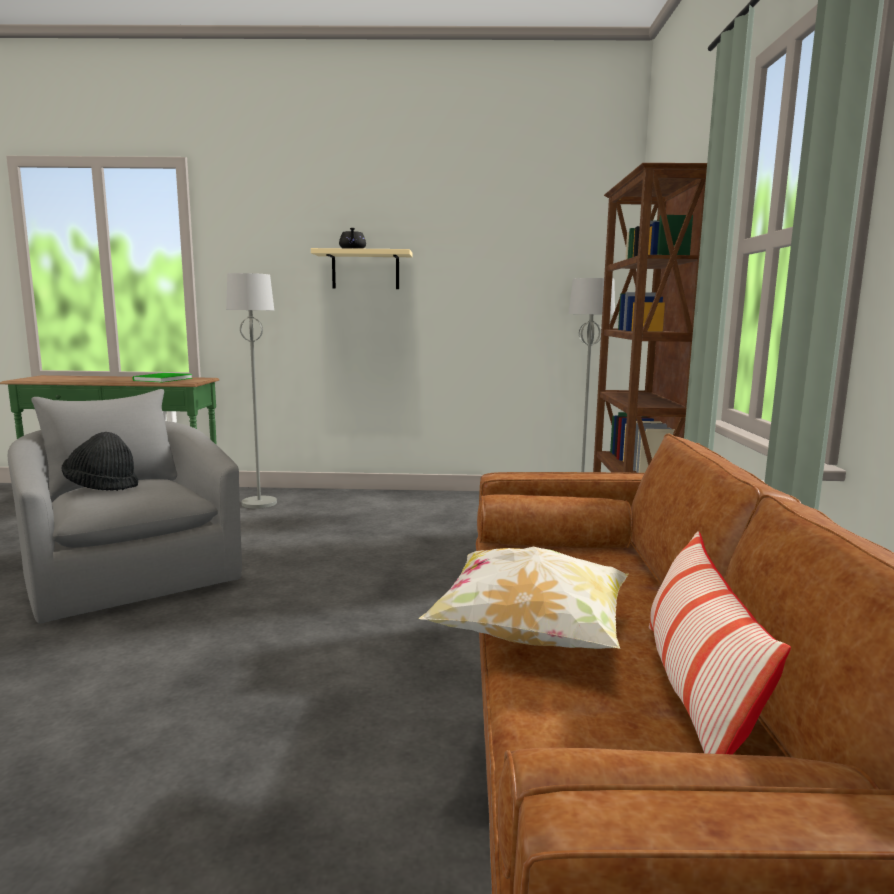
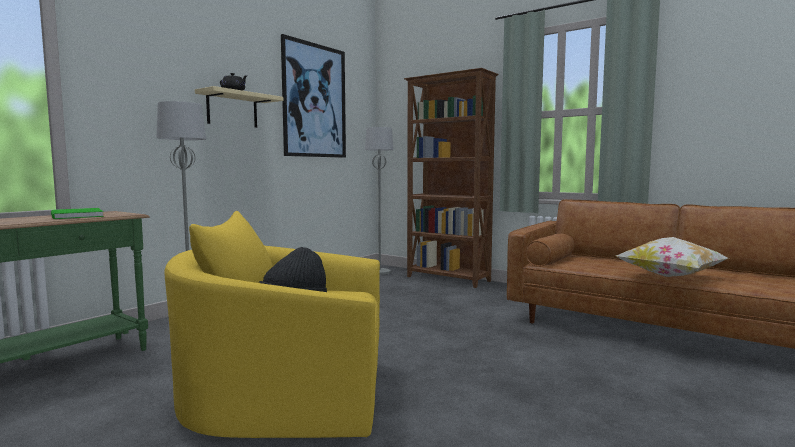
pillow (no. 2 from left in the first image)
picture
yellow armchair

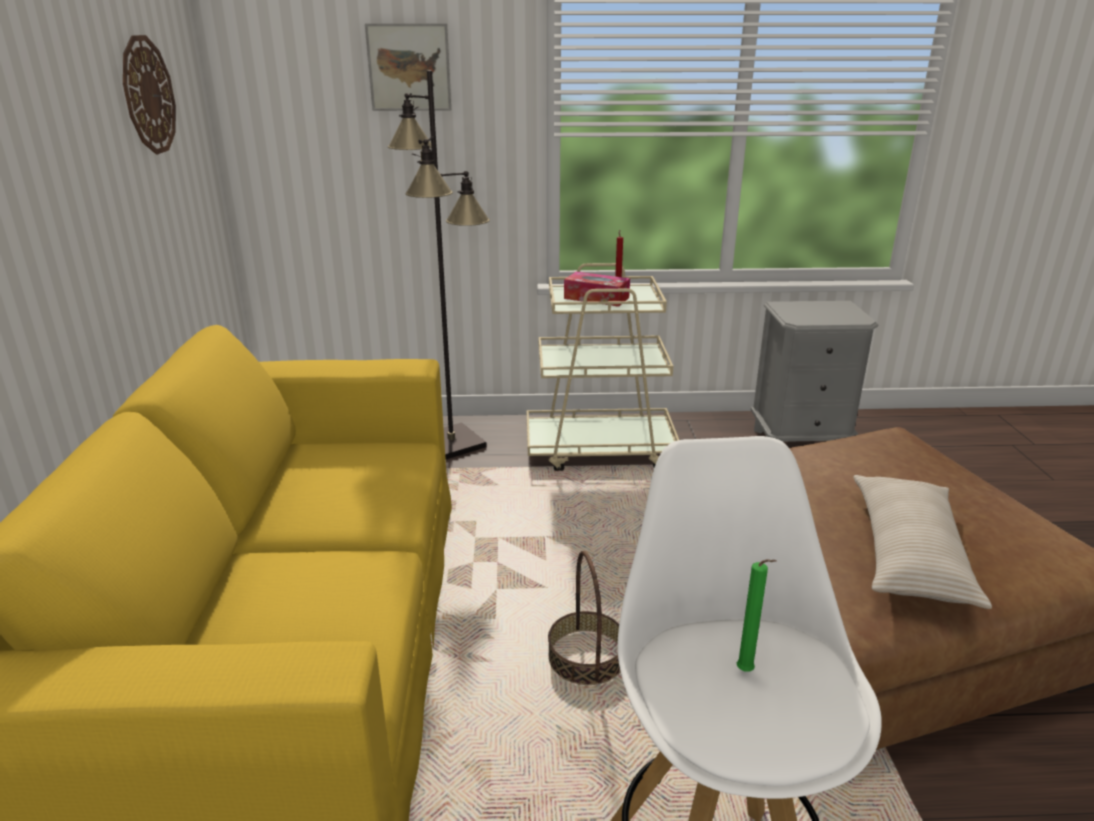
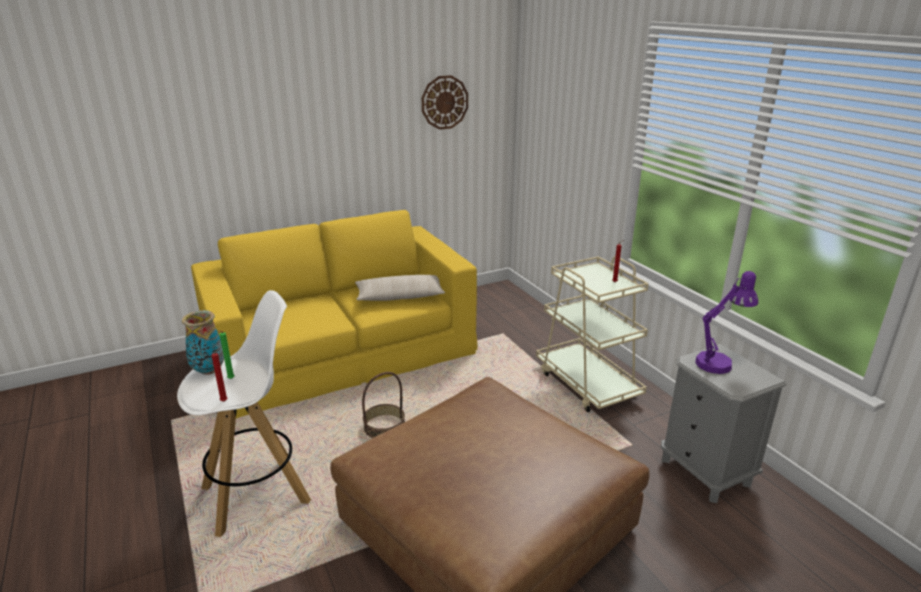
picture
black floor lamp
tissue box
vase
red candle (no. 1 from left)
purple table lamp
beige pillow

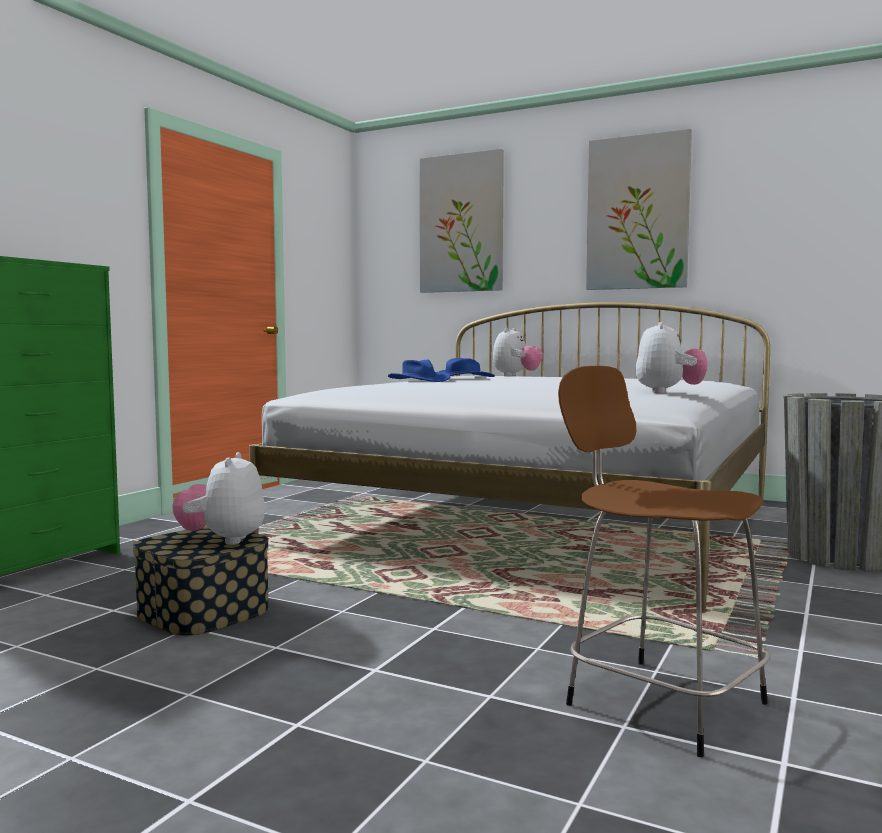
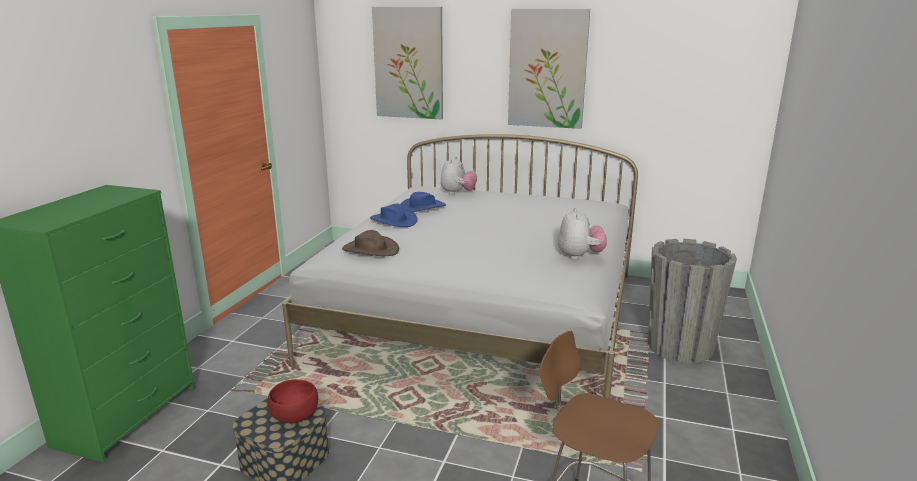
brown hat
red bowl

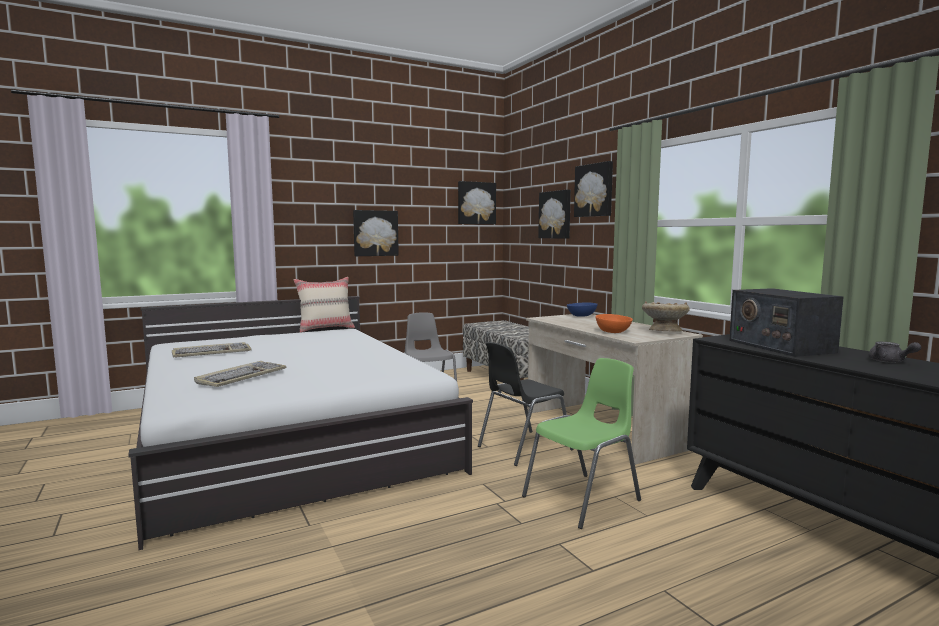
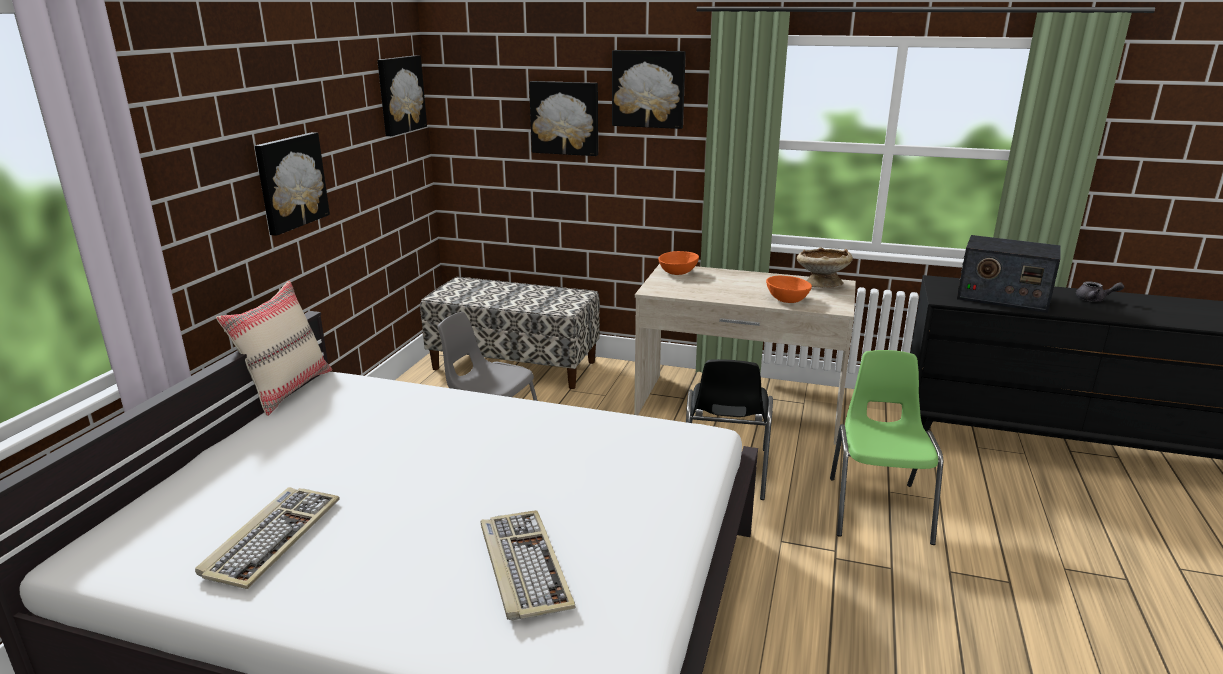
orange bowl (no. 1 from left)

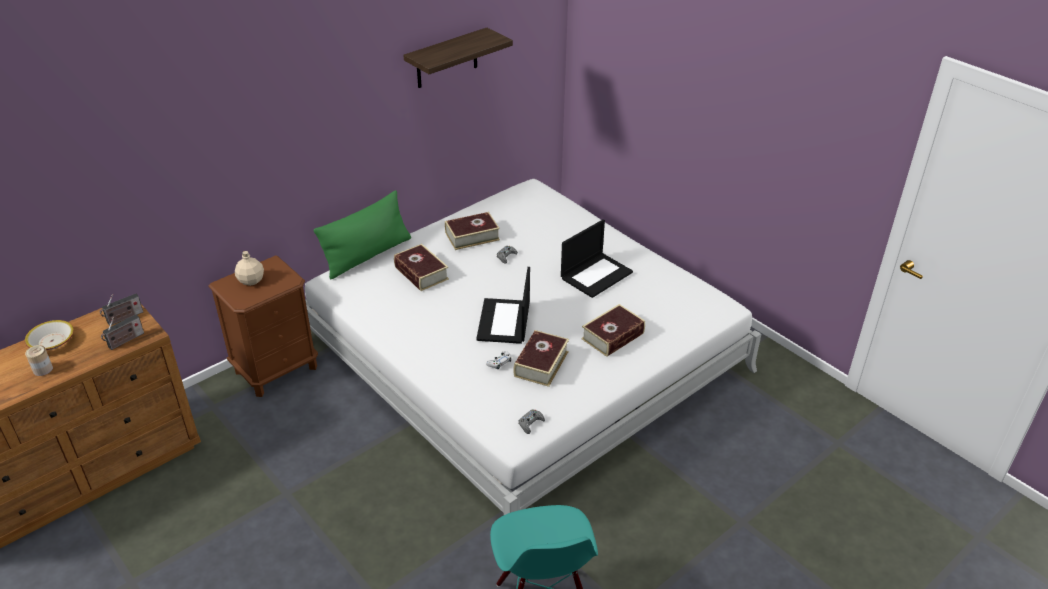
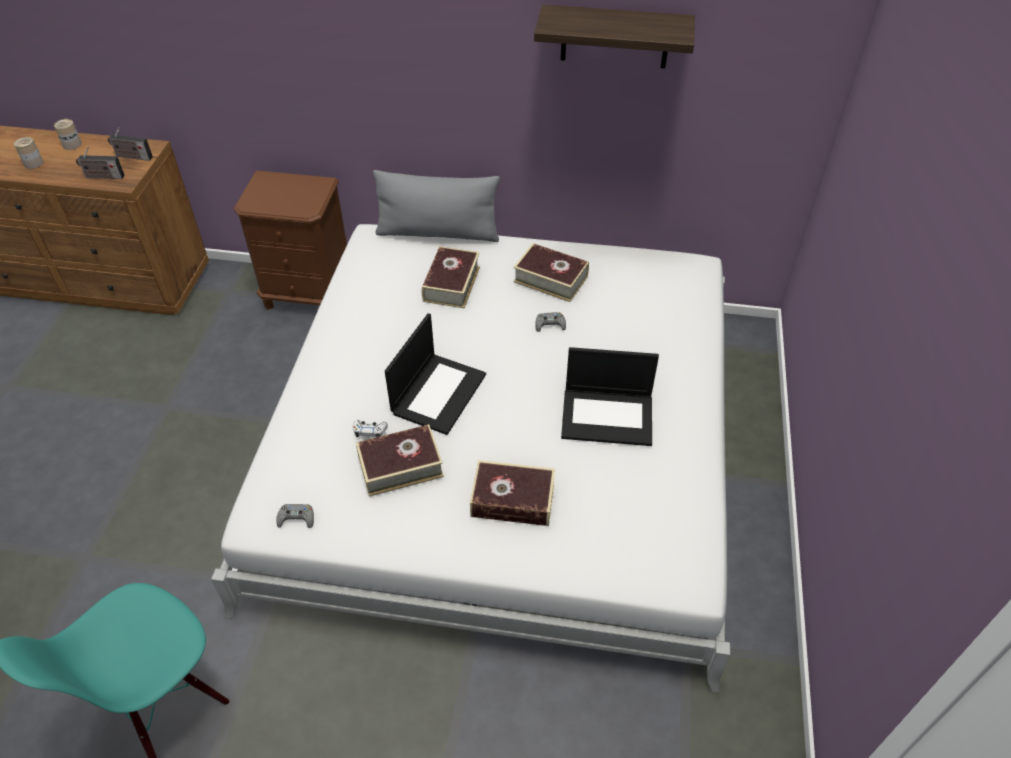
beige bottle
can (no. 2 from left)
grey pillow
laptop (no. 1 from left)

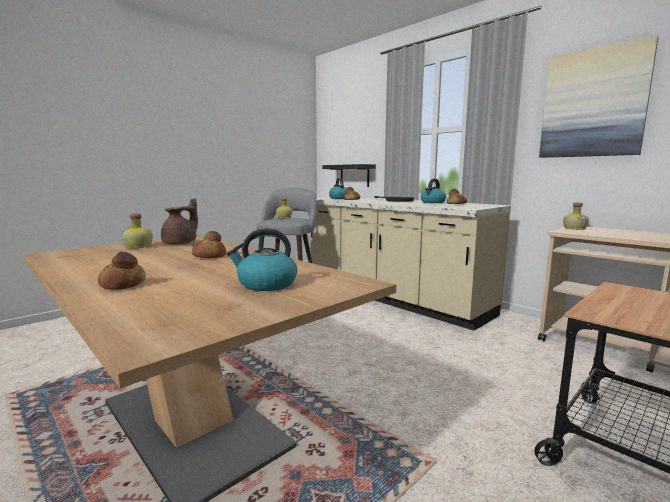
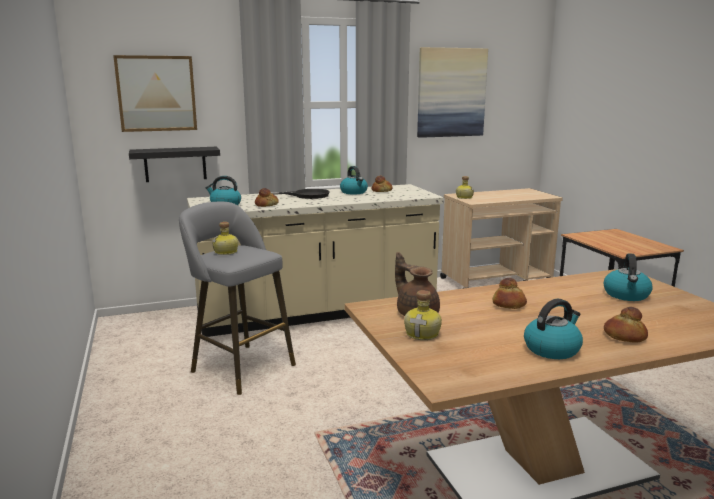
picture (no. 1 from left)
kettle (no. 3 from left)

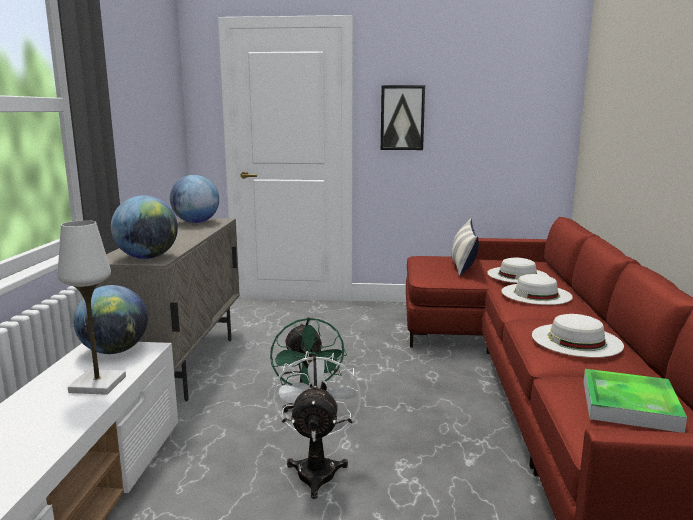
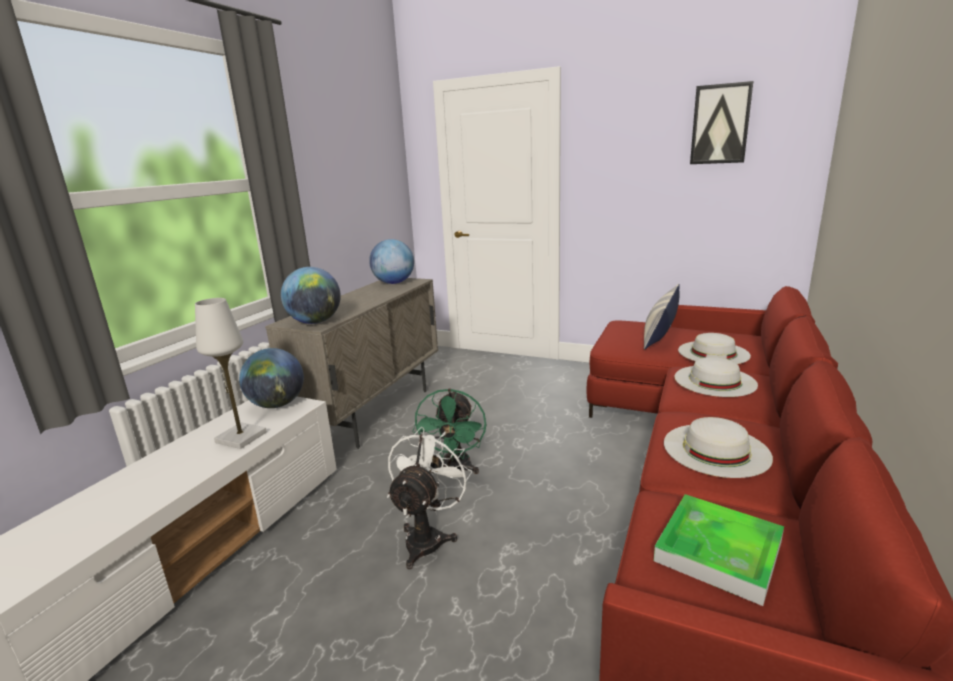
picture

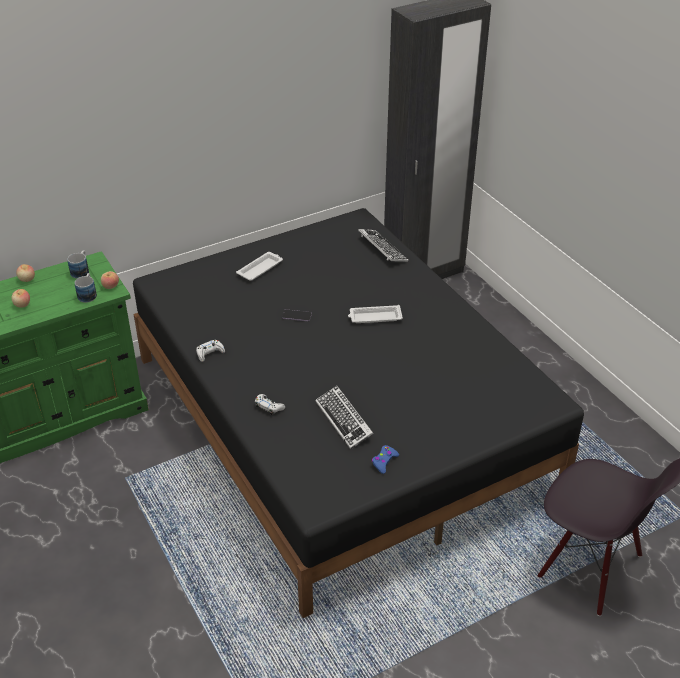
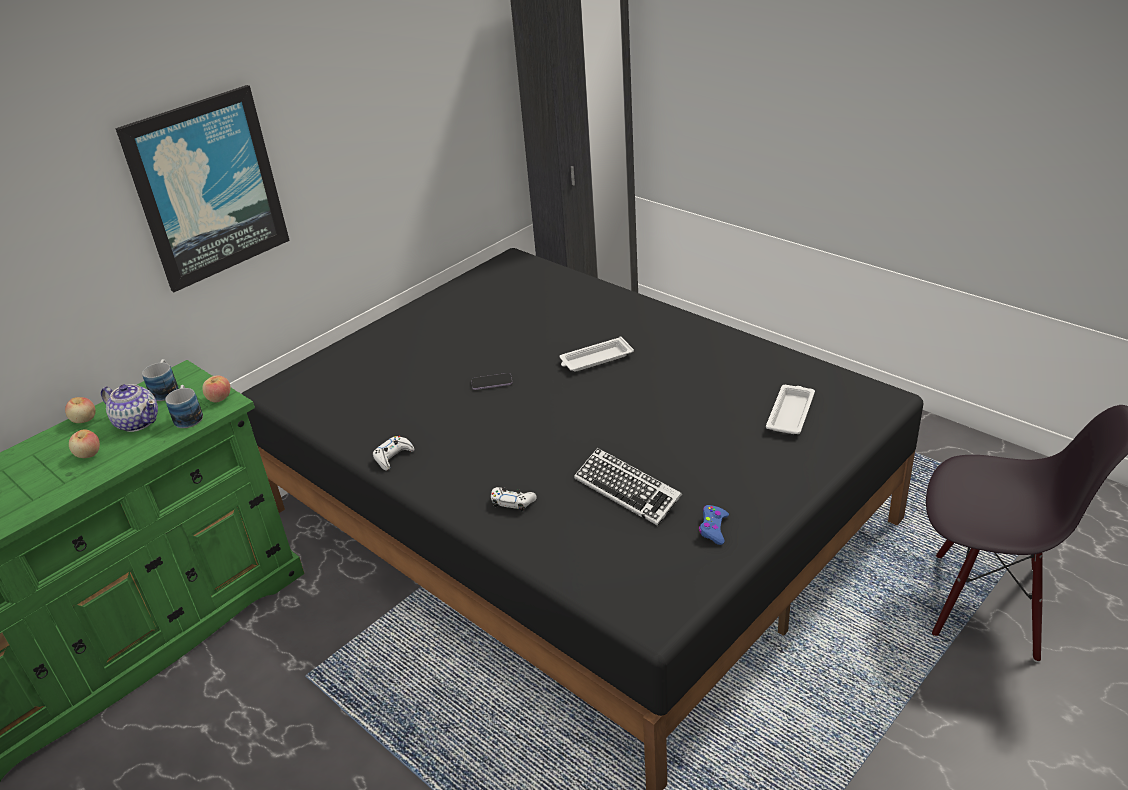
keyboard (no. 2 from left in the first image)
teapot
picture
white tray (no. 2 from left)

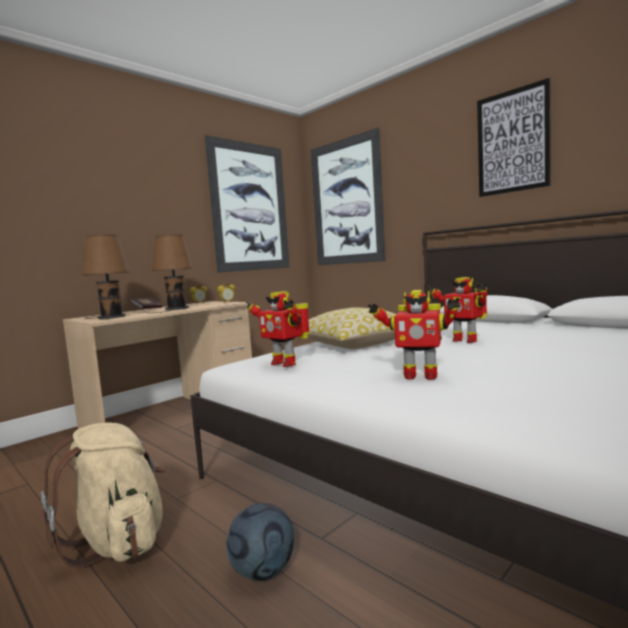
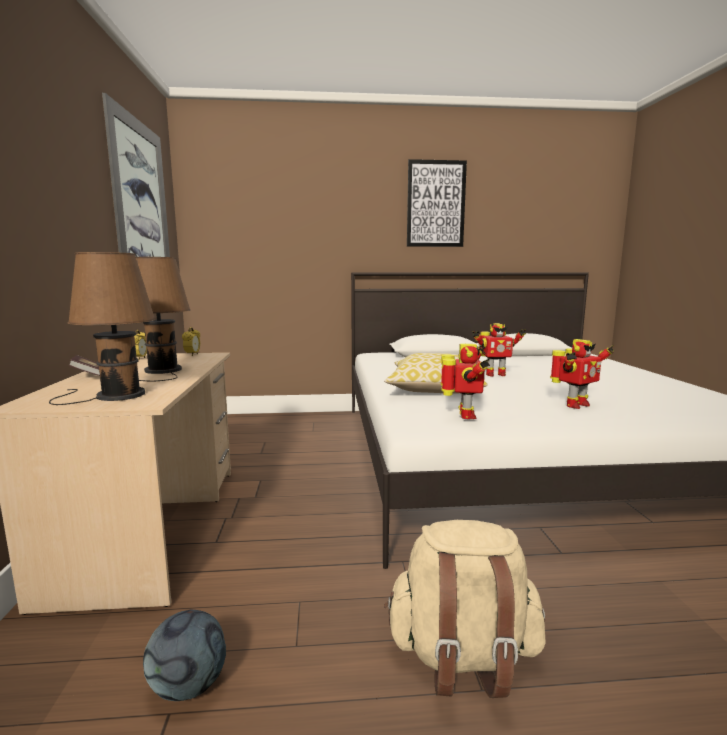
picture (no. 2 from left in the first image)
football
toy robot (no. 1 from left)

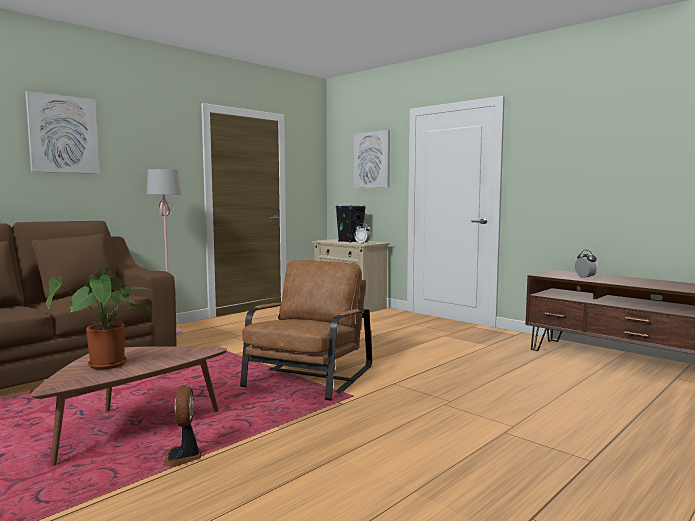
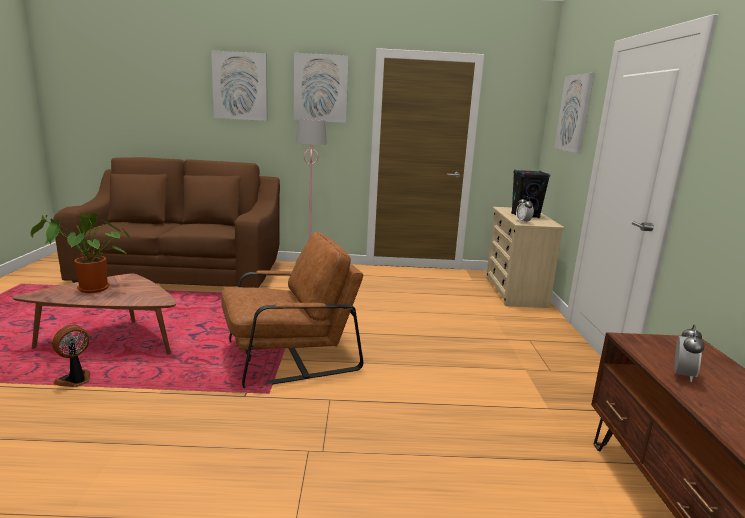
picture (no. 2 from left)

